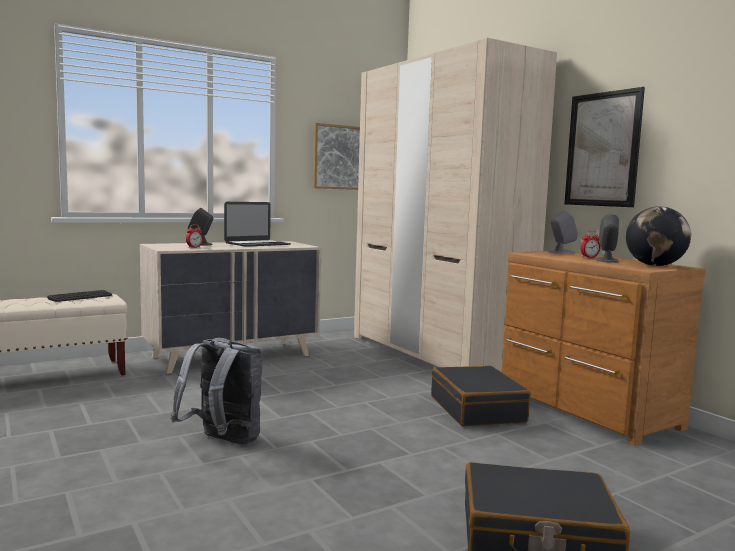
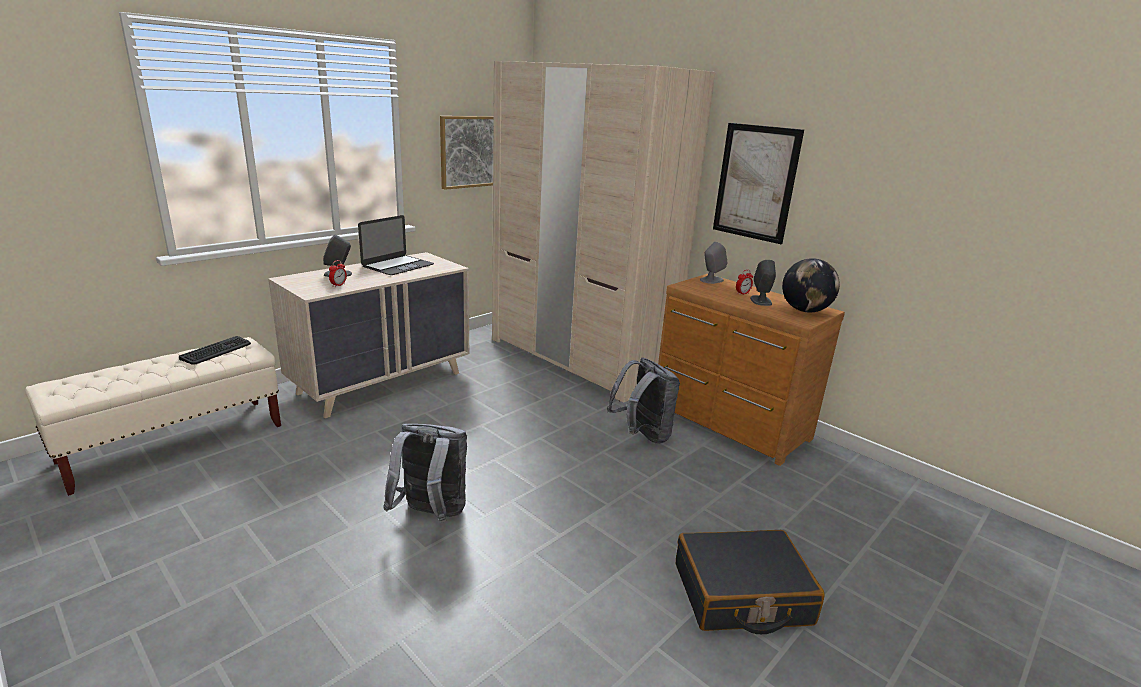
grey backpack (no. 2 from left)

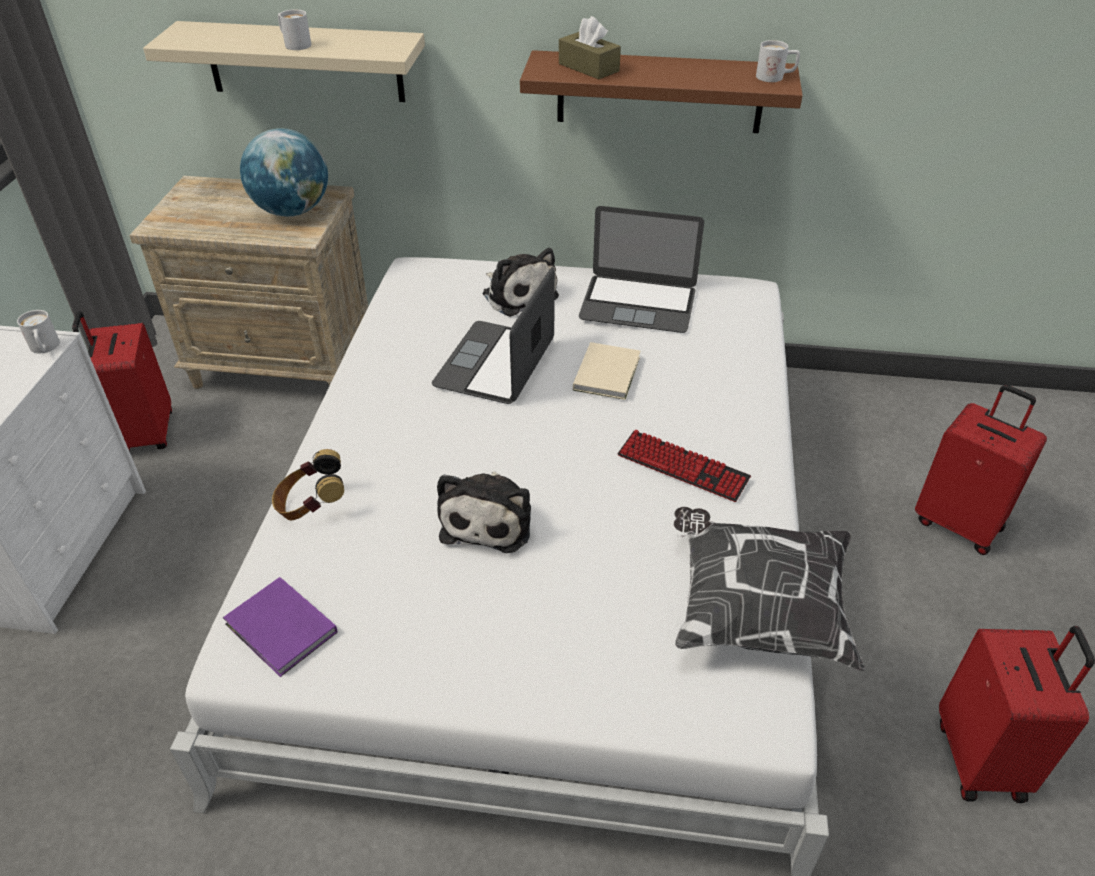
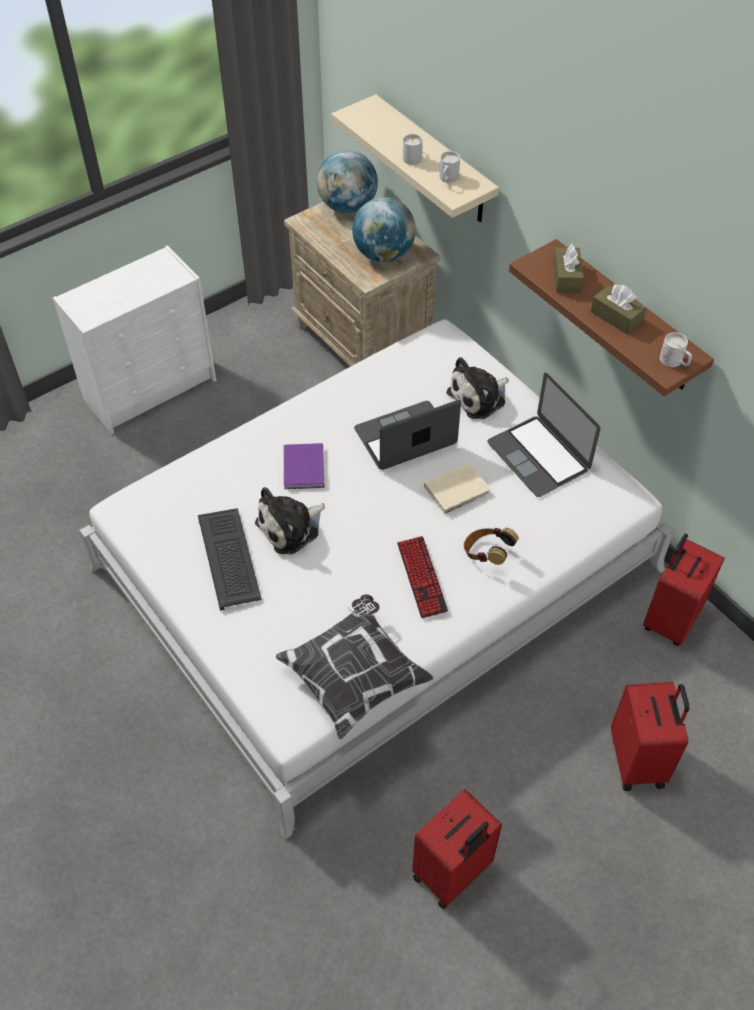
keyboard (no. 1 from left)
globe (no. 1 from left)
brown tissue box (no. 2 from left)
white mug (no. 2 from left)
red suitcase (no. 3 from left)
purple book
headphones
plush toy (no. 2 from left)

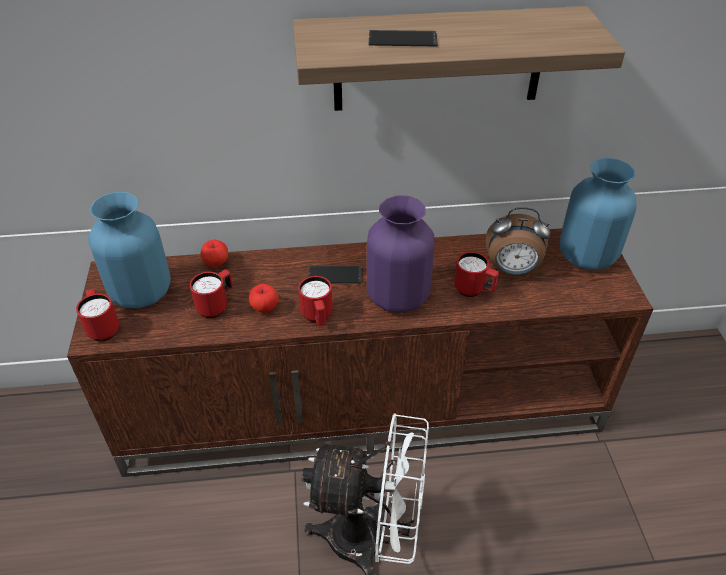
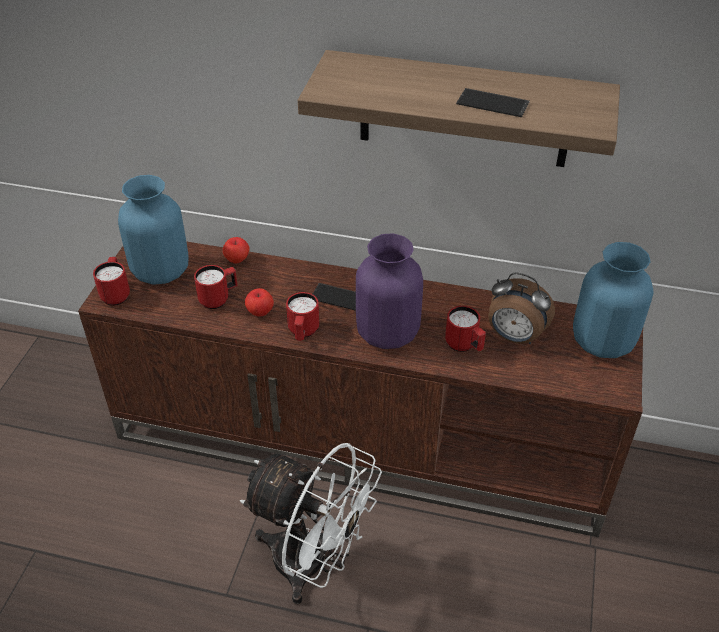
phone (no. 2 from left)

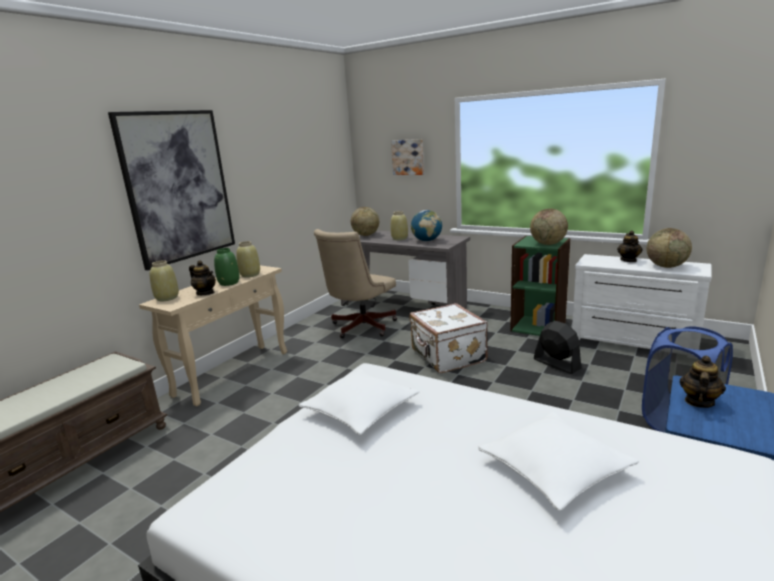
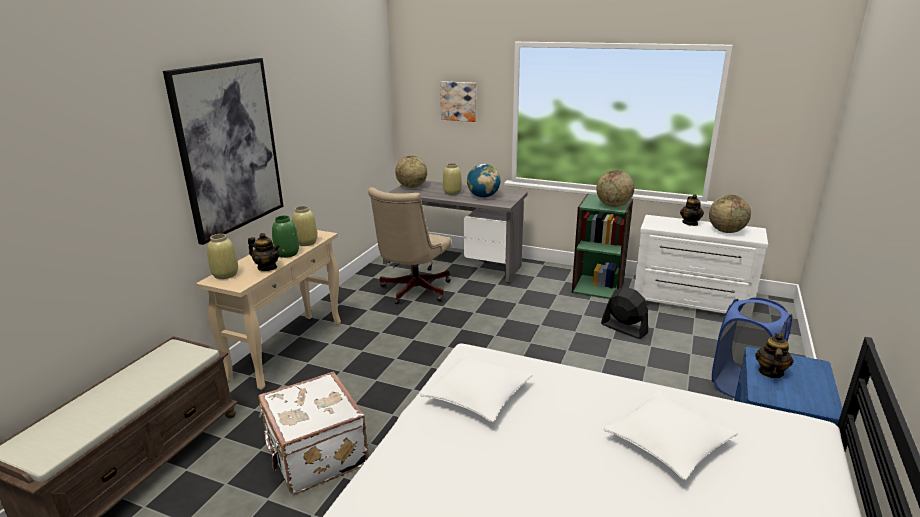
white suitcase

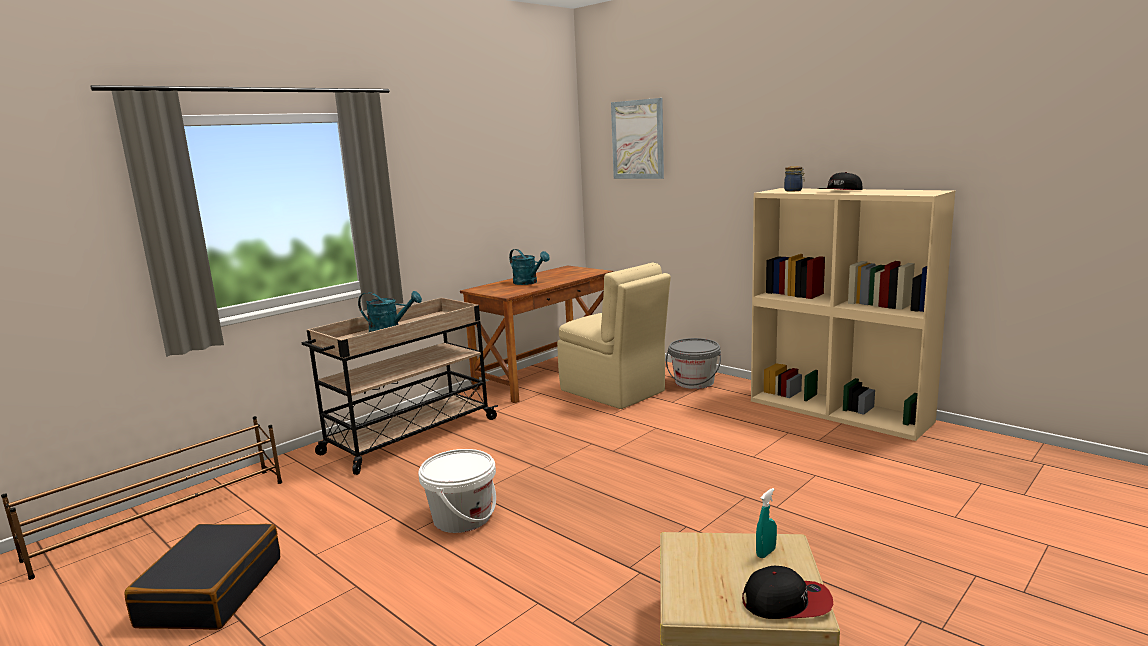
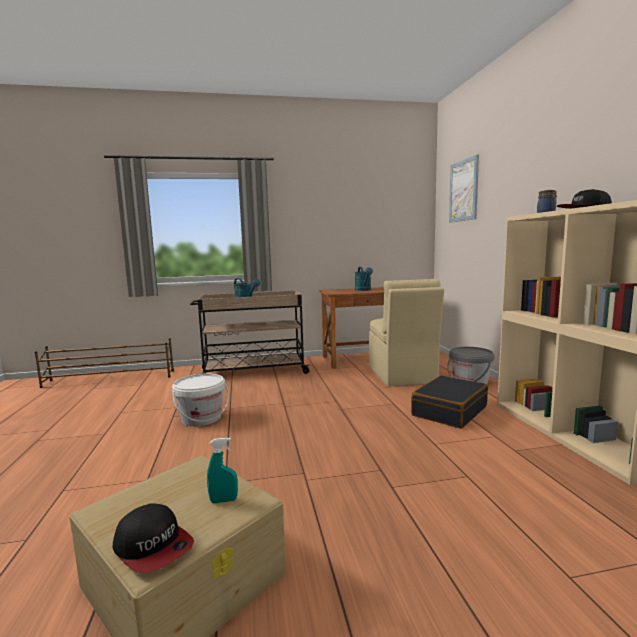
black suitcase

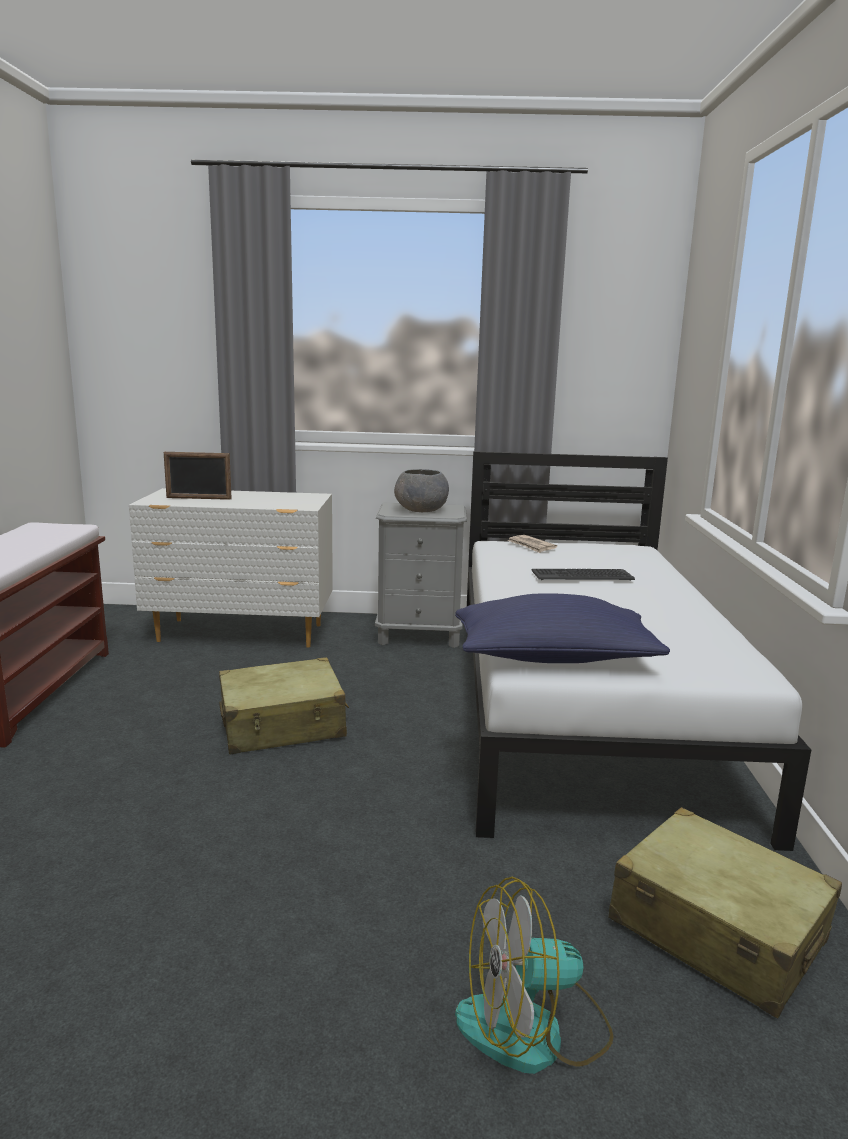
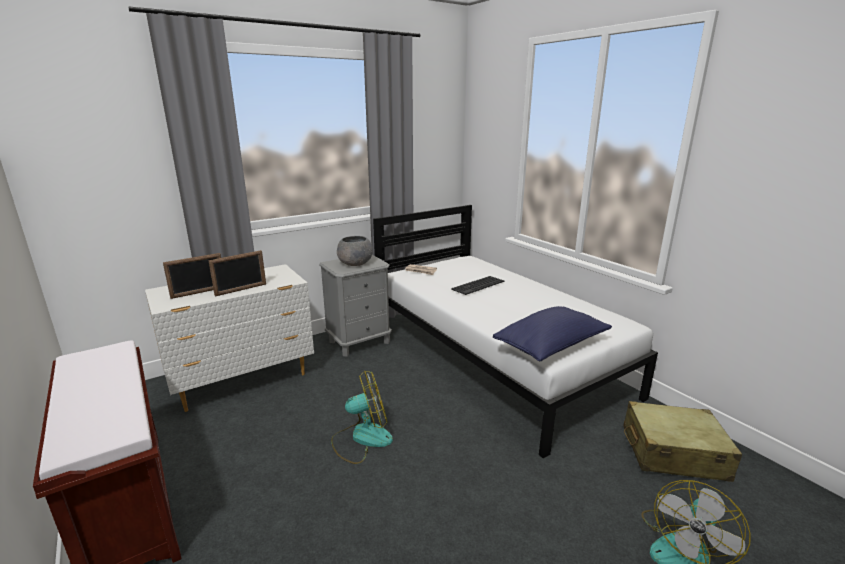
picture frame (no. 2 from left)
fan (no. 1 from left)

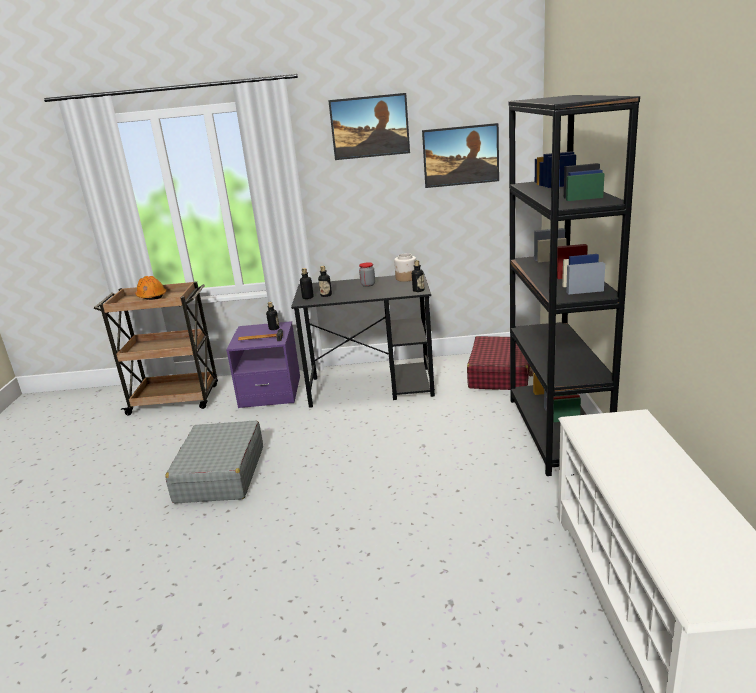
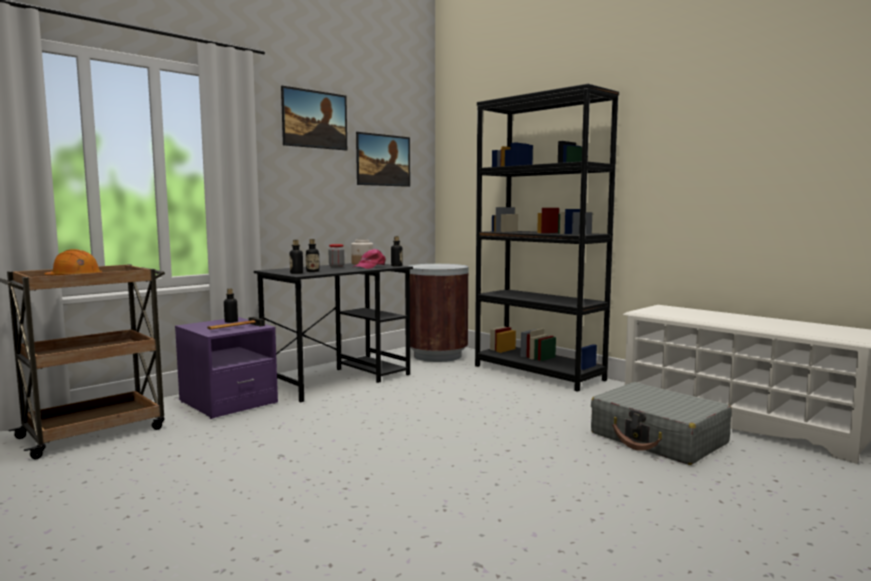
pink cap
grey suitcase
brown trash can

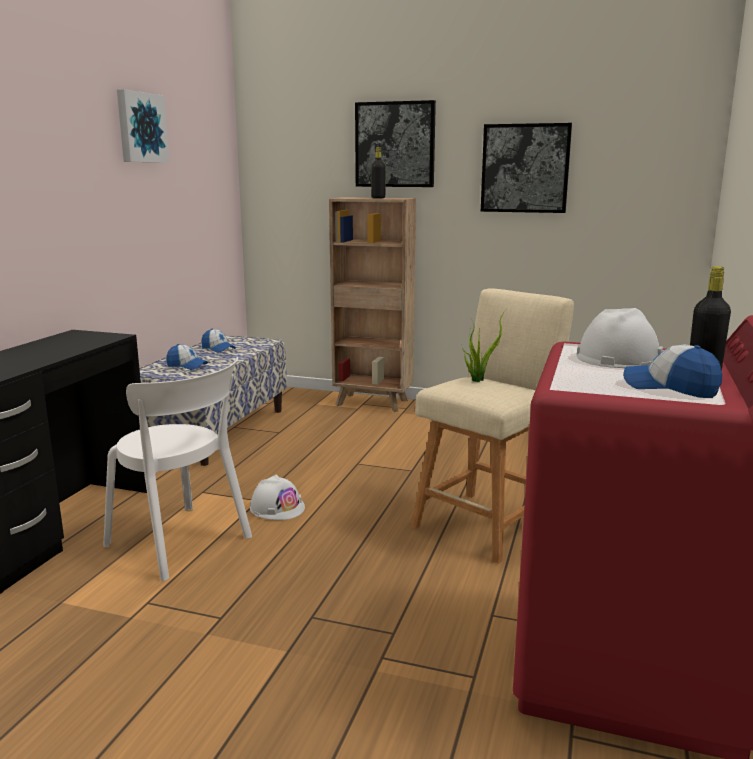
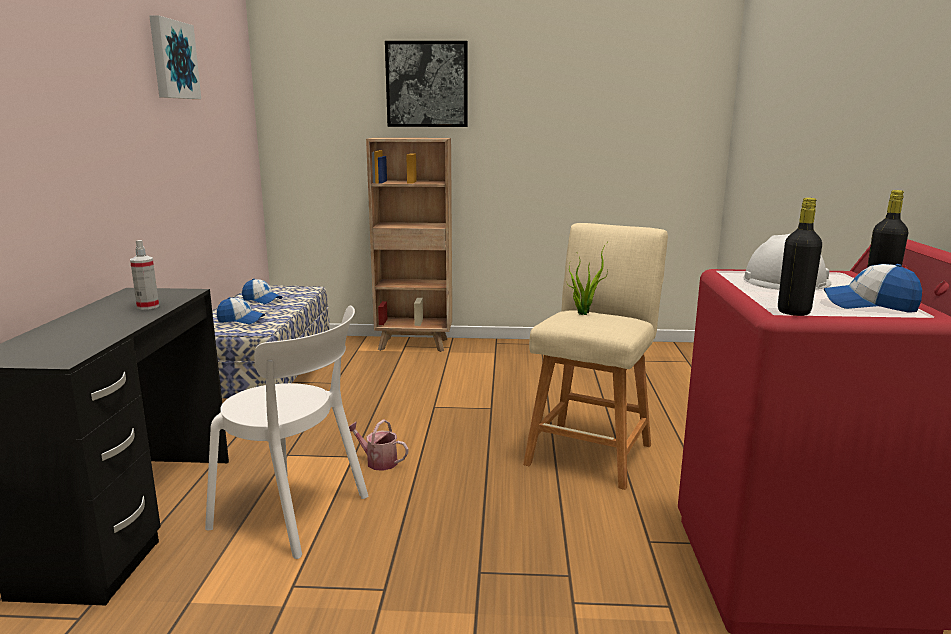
picture (no. 3 from left in the first image)
spray bottle
black bottle (no. 1 from left)
watering can

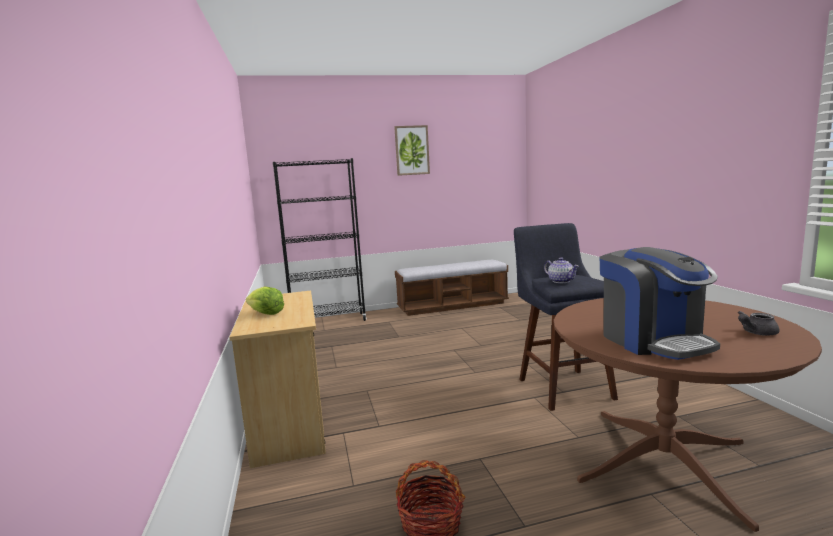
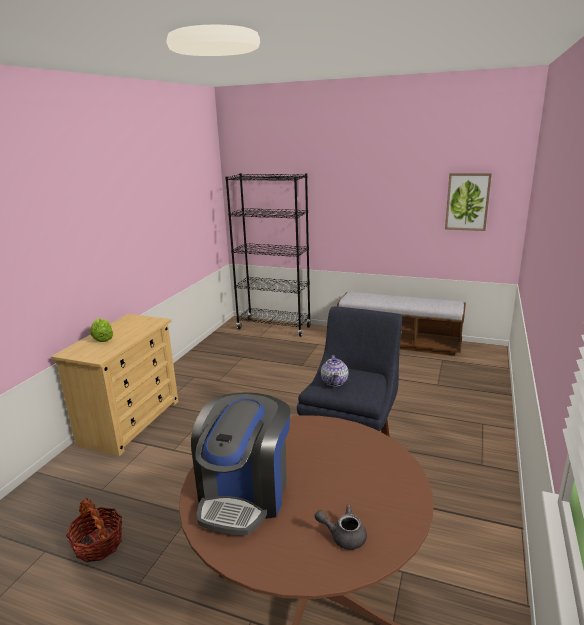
picture

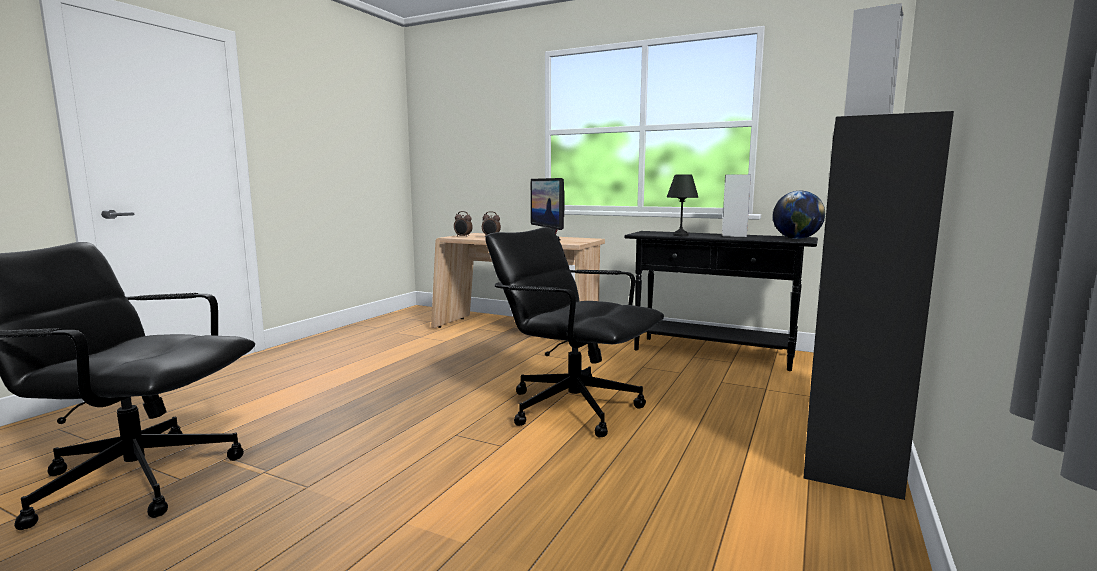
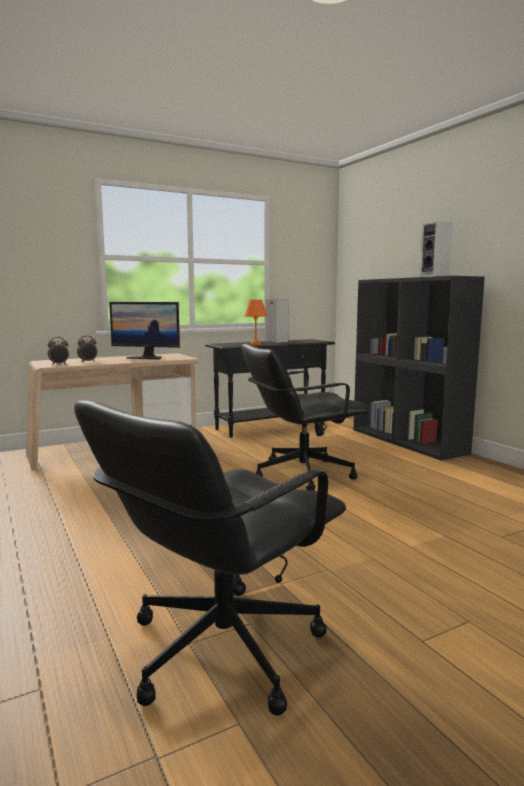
globe
orange table lamp

